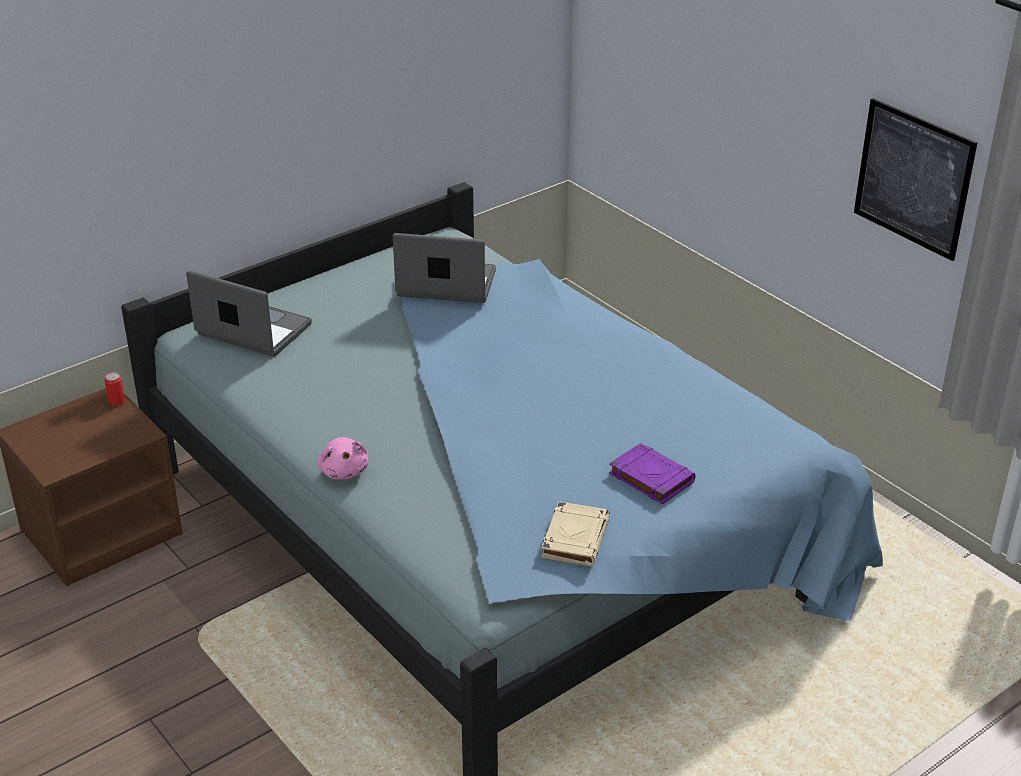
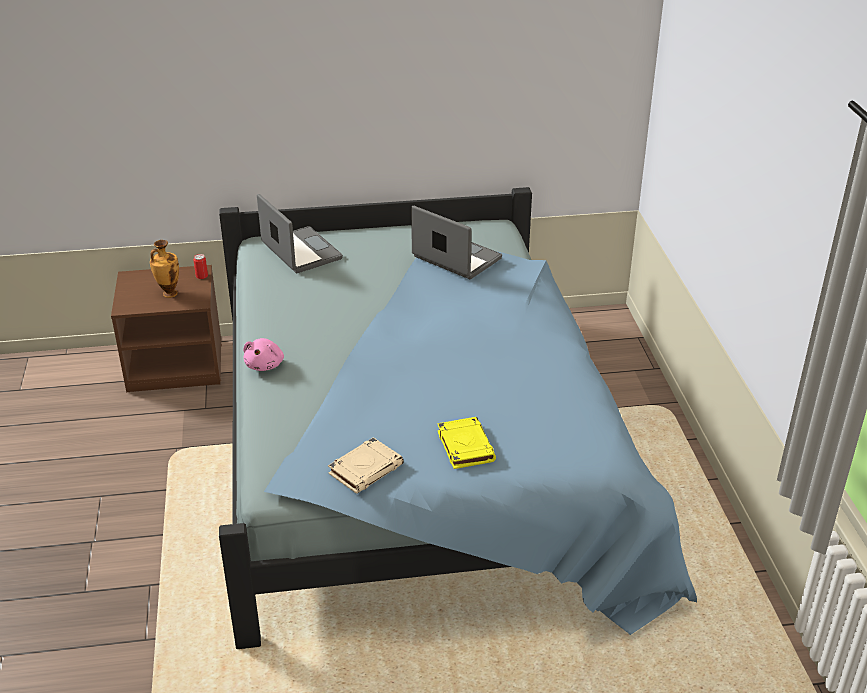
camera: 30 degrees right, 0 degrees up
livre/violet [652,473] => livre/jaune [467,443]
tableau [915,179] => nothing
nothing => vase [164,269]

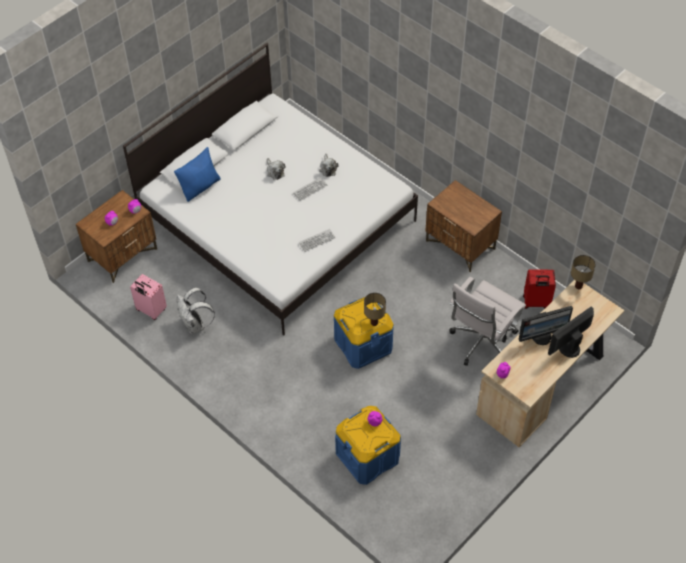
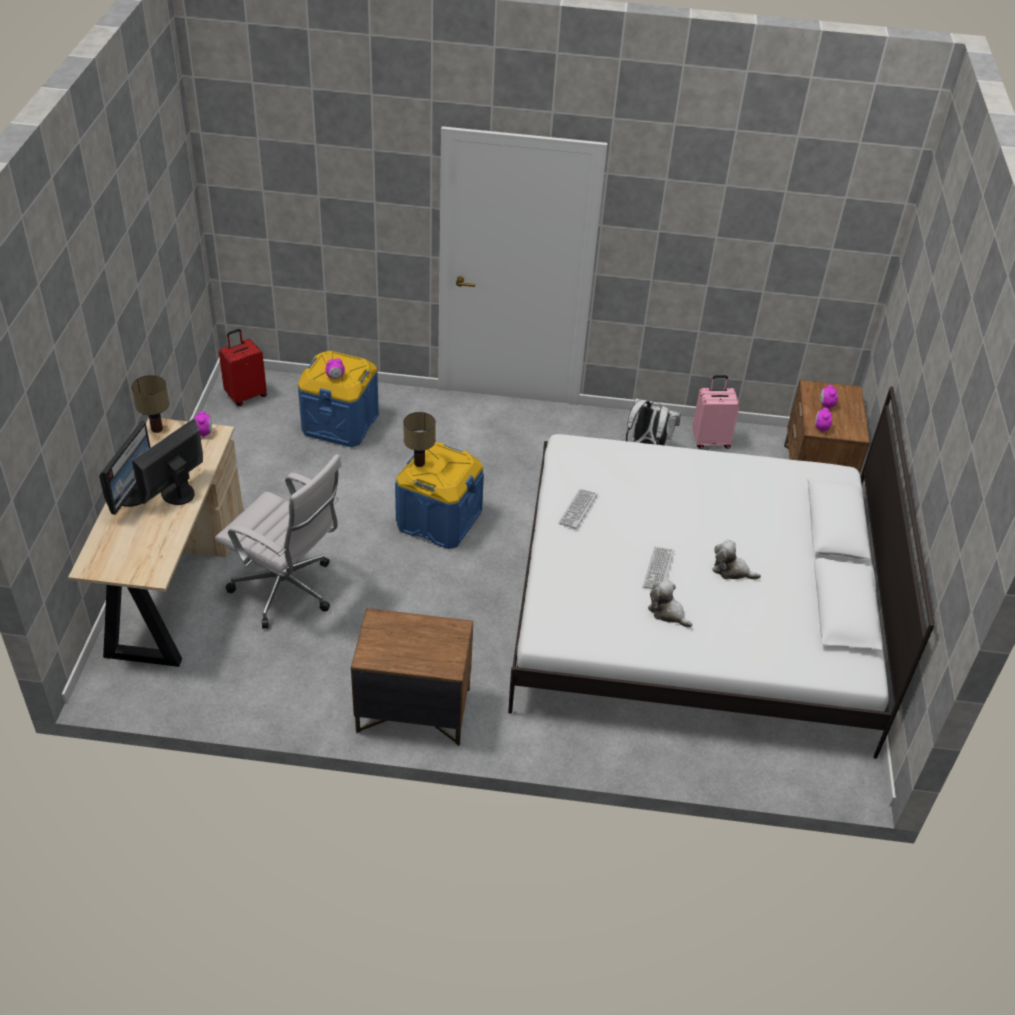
camera: 140 degrees right, 10 degrees down
coussin/bleu [197,174] => nothing
chaise de bureau/blanc [487,321] => chaise de bureau/blanc [278,541], 120 degrees clockwise
valise/rouge [539,289] => valise/rouge [243,367], moved
lampe de table [583,272] => lampe de table [150,404], moved

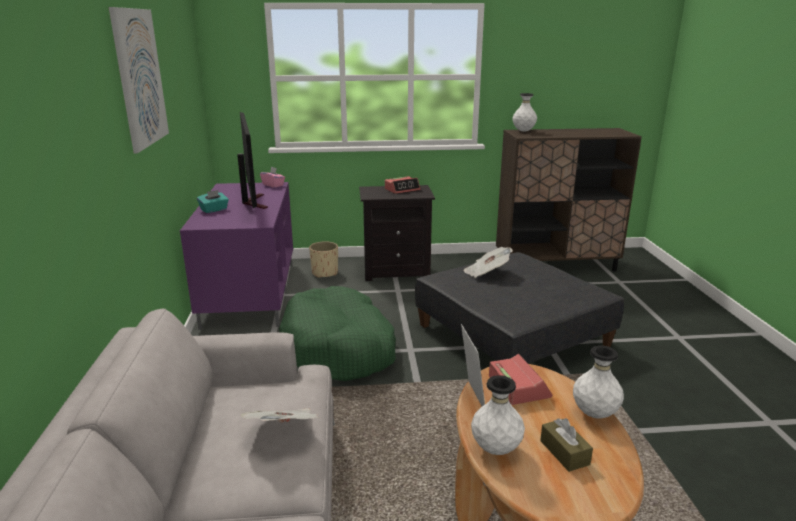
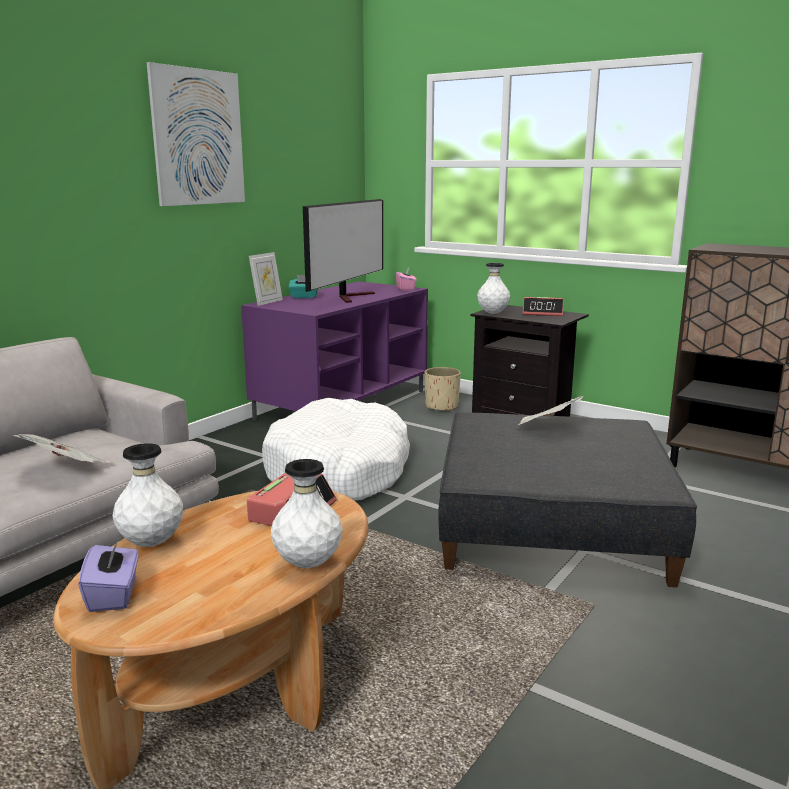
camera: 40 degrees right, 5 degrees down
panier pour chien/vert [337,333] => panier pour chien/blanc [336,449]
cadre photo [473,365] => cadre photo [266,279], moved
vase/blanc [525,112] => vase/blanc [493,288], moved
boîte à mouchoirs/marron [566,445] => nothing
nothing => boîte à mouchoirs/violet [108,575]

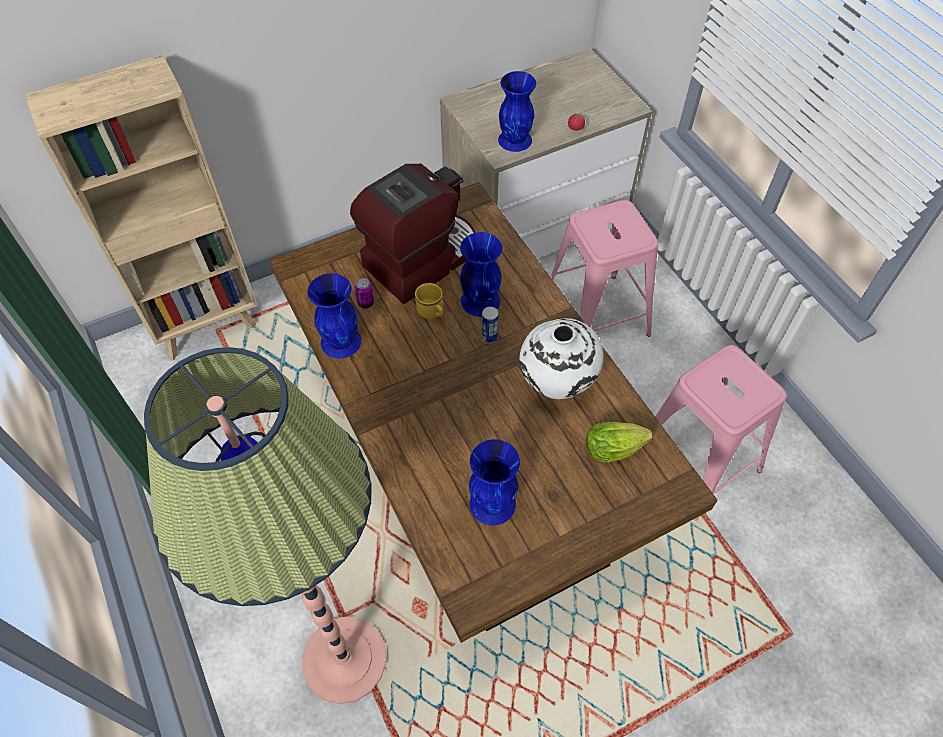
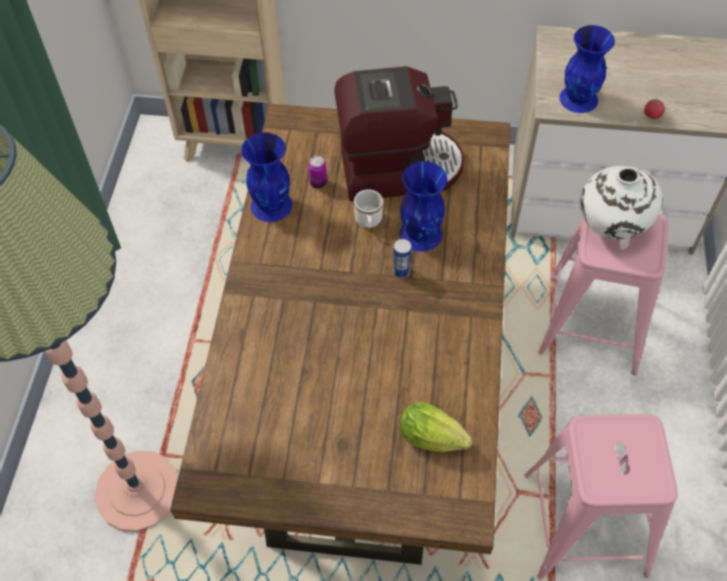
camera: 35 degrees right, 0 degrees up
mug/jaune [429,301] => mug/blanc [368,209]
vase/bleu [494,482] => nothing
vase/blanc [561,358] => vase/blanc [621,202], moved

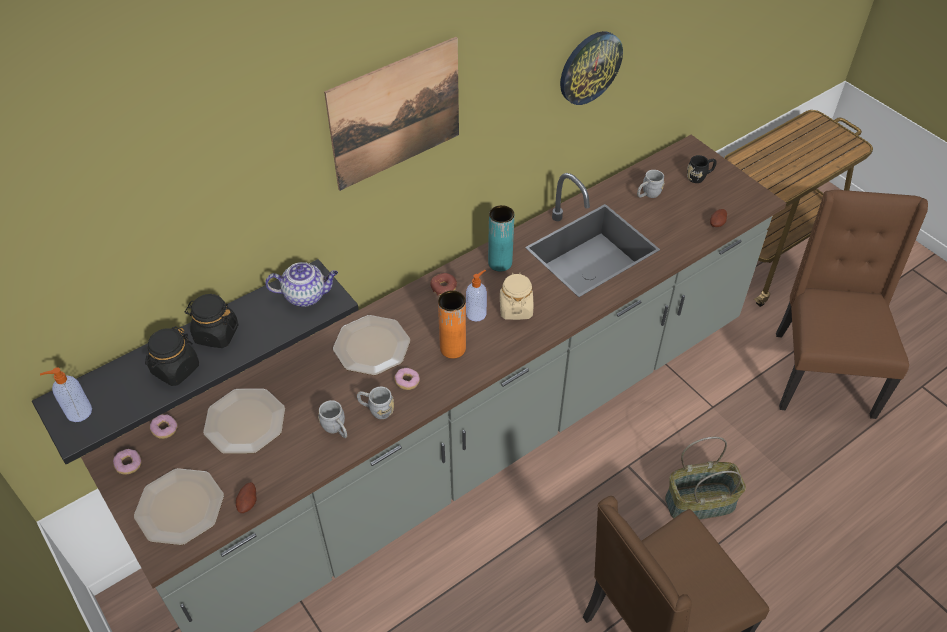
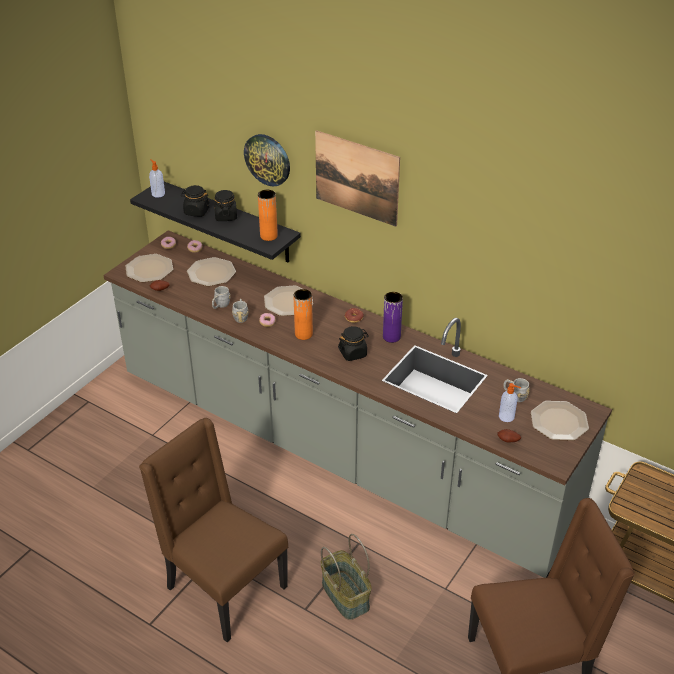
camera: 70 degrees right, 10 degrees down
théière [301,284] => vase/orange [268,215]
distributeur de savon [476,296] => distributeur de savon [510,402], moved
vase/turquoise [501,238] => vase/violet [393,317]
bocal/beige [516,296] => bocal/noir [353,343]
horloge murale [591,68] => horloge murale [267,160], moved
mug/noir [702,169] => assiette [560,421]

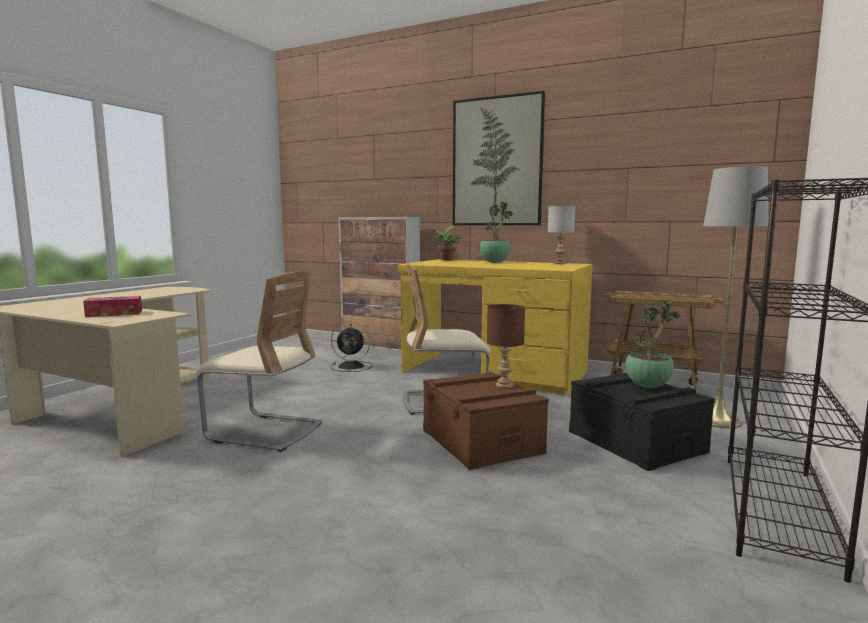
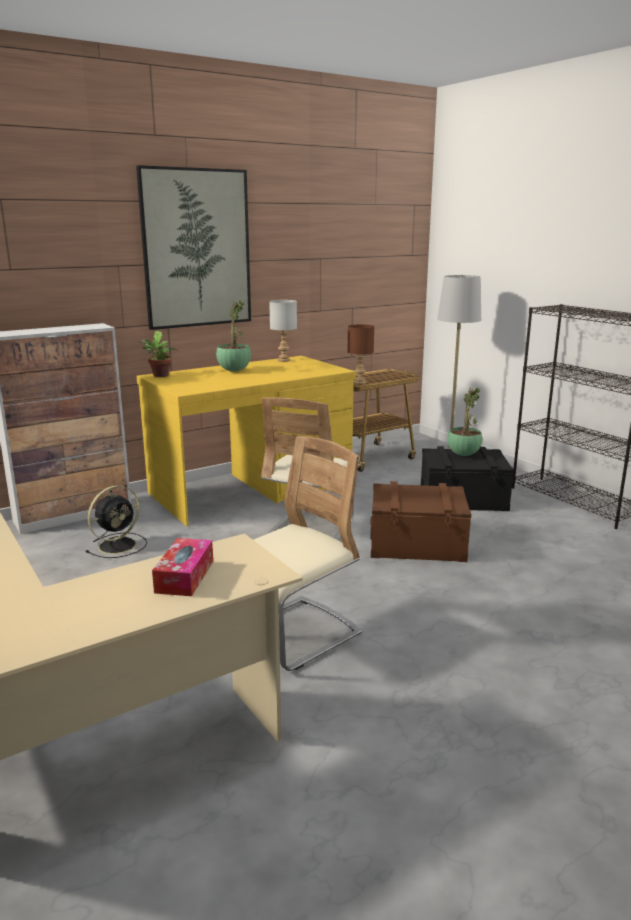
camera: 60 degrees left, 10 degrees up
lampe de table/marron [506,346] => lampe de table/marron [361,354], moved

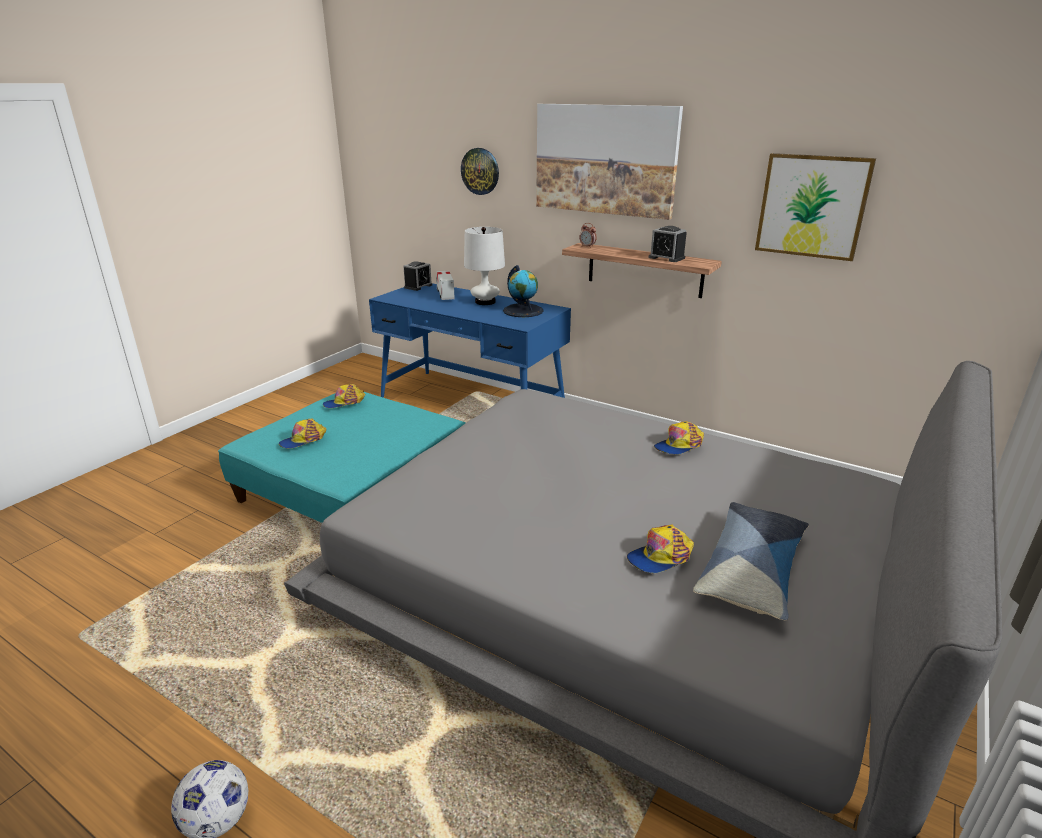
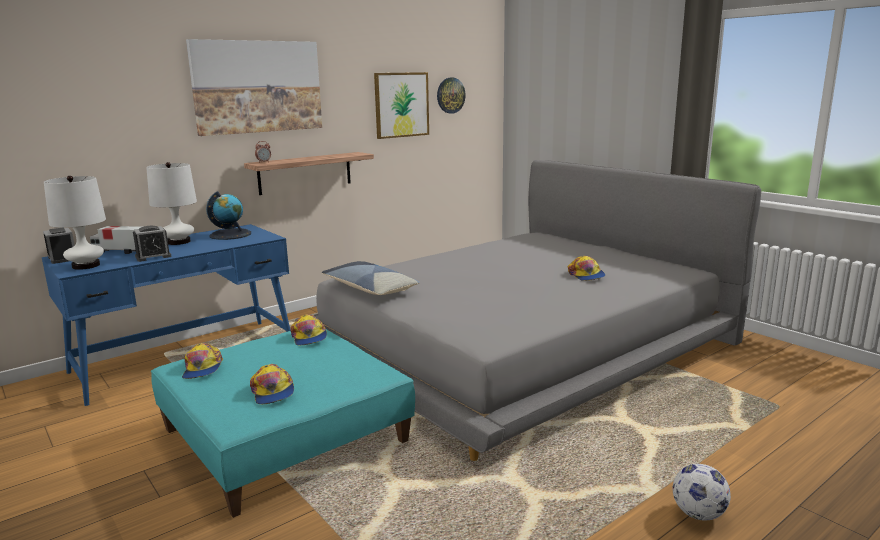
camera: 70 degrees left, 10 degrees down
horloge murale [480,171] => horloge murale [451,96], moved
réveil [668,244] => réveil [152,244], moved
casquette [679,438] => casquette [309,329], moved
coussin [751,561] => coussin [371,278], moved
nothing => lampe de table/blanc [75,223]

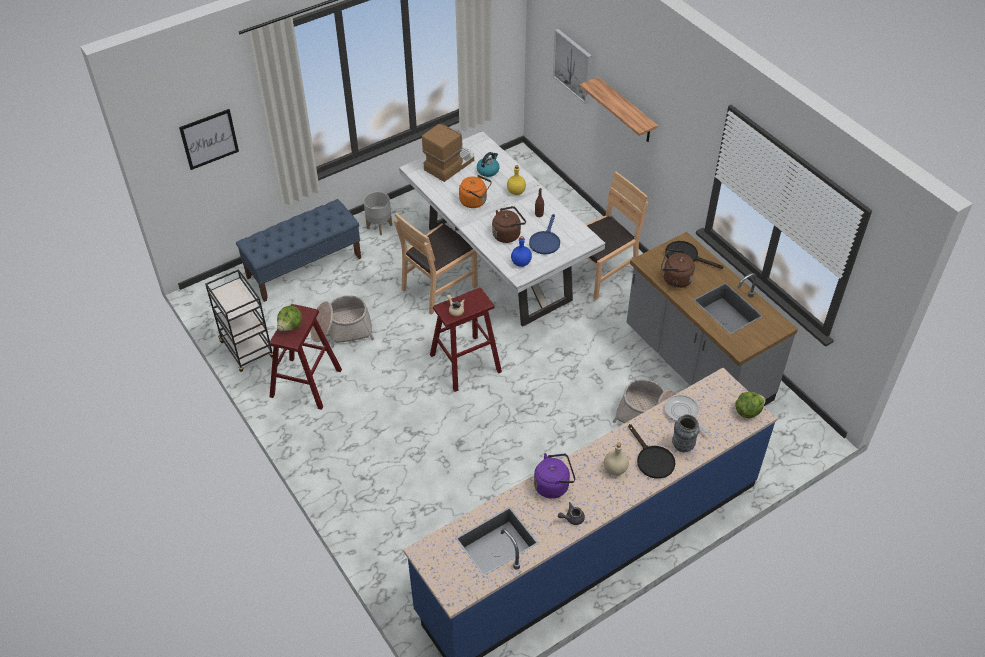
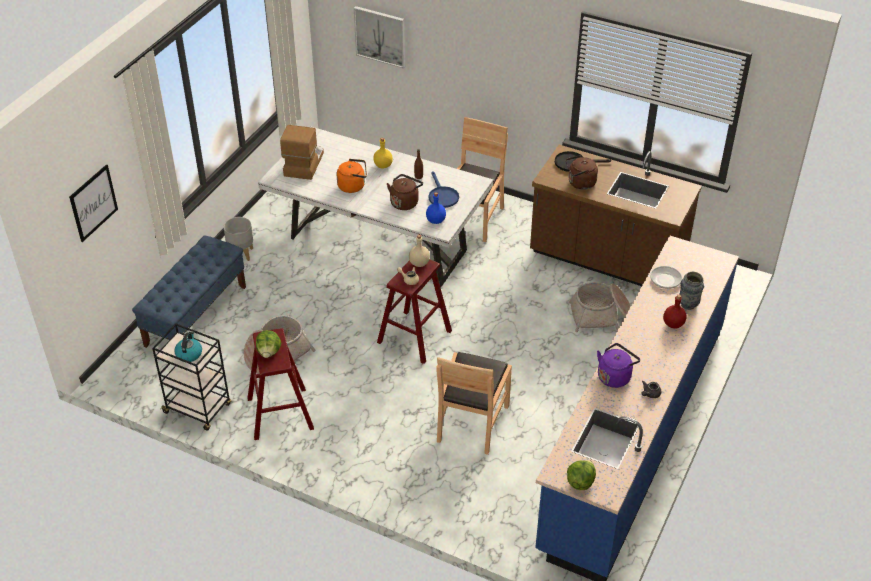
camera: 30 degrees left, 5 degrees down
chaise/marron [436,263] => chaise/marron [474,403], moved
bouilloire [488,164] => bouilloire [188,346], moved
étagère [619,109] => nothing
bouteille/beige [616,459] => bouteille/beige [419,251], moved
comptoir de cuisine/gris [712,319] => comptoir de cuisine/marron [616,215]
poêle/noir [652,451] => bouteille/rouge [675,311]
laitue [750,405] => laitue [581,475], moved

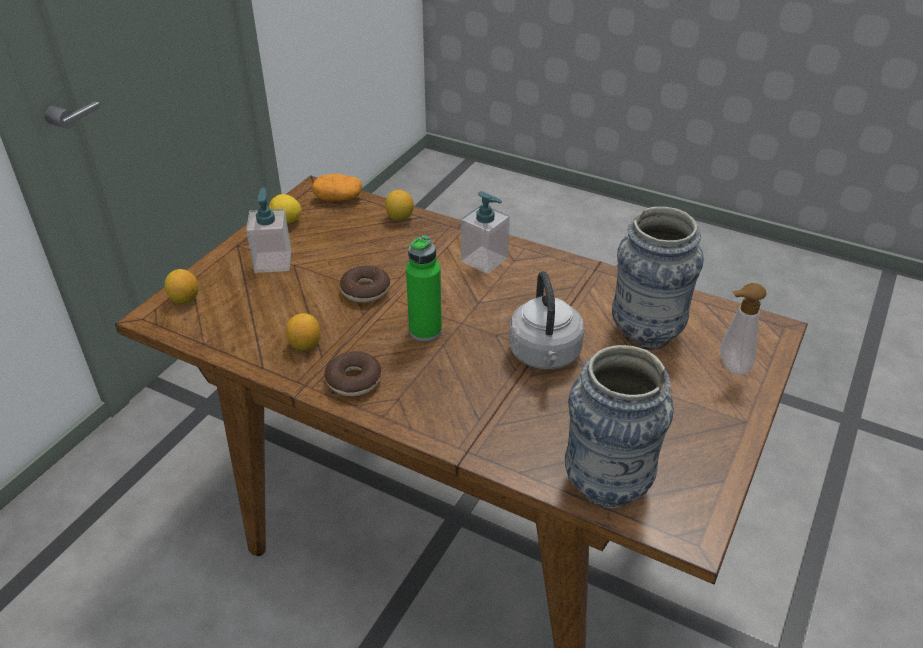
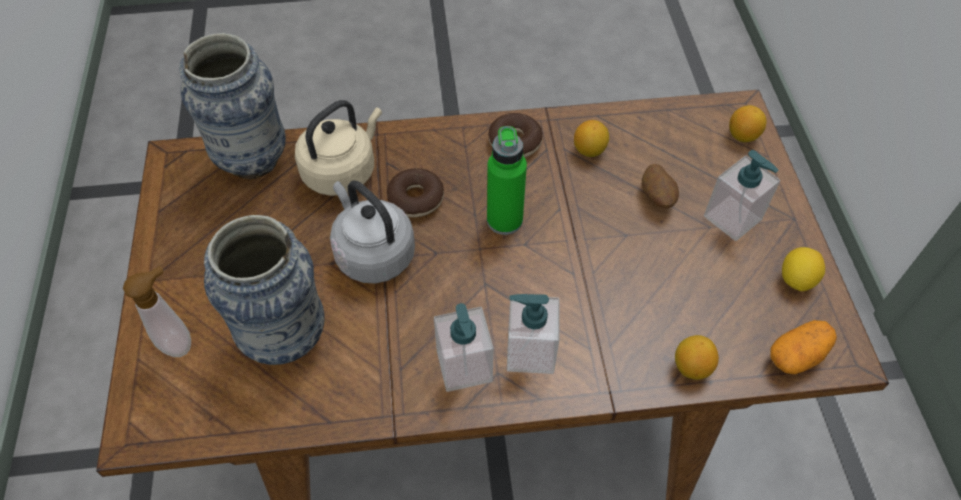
camera: 145 degrees right, 15 degrees up
beignet [365,284] => beignet [415,193], moved
nothing => bouilloire/beige [338,148]
nothing => distributeur de savon [464,347]
nothing => pomme de terre [660,186]

